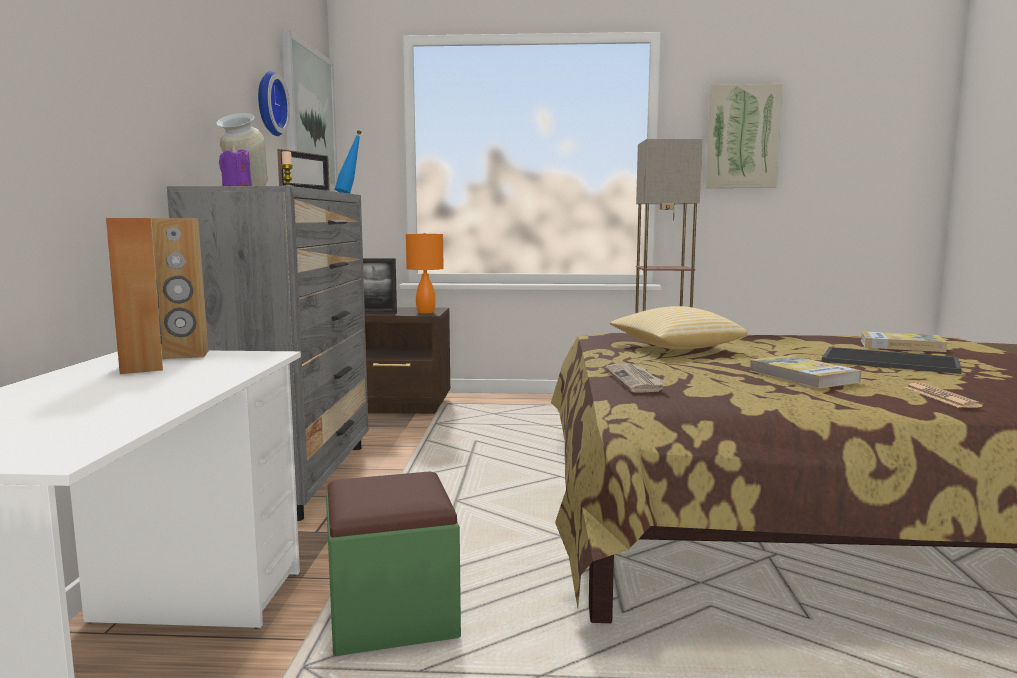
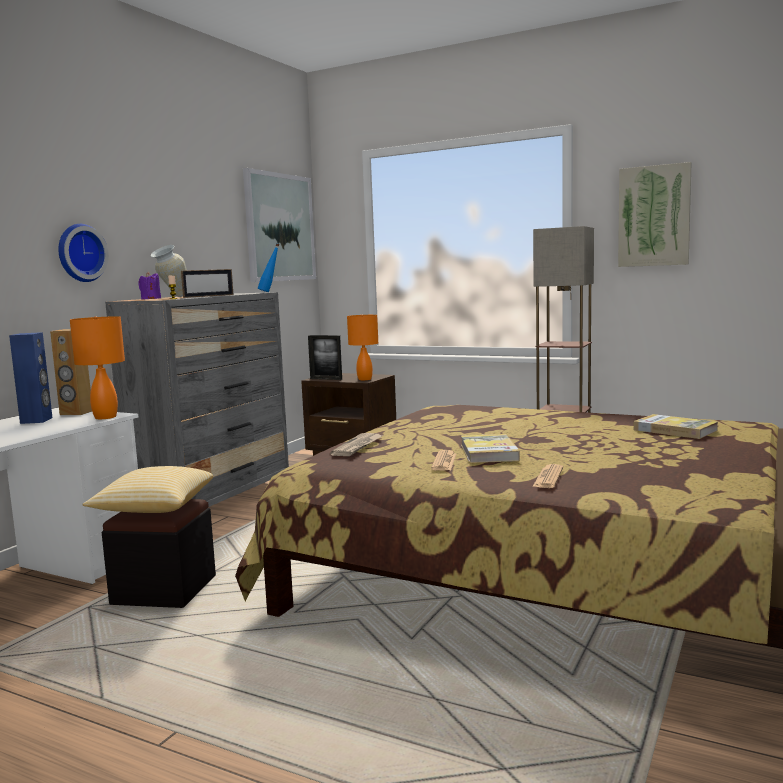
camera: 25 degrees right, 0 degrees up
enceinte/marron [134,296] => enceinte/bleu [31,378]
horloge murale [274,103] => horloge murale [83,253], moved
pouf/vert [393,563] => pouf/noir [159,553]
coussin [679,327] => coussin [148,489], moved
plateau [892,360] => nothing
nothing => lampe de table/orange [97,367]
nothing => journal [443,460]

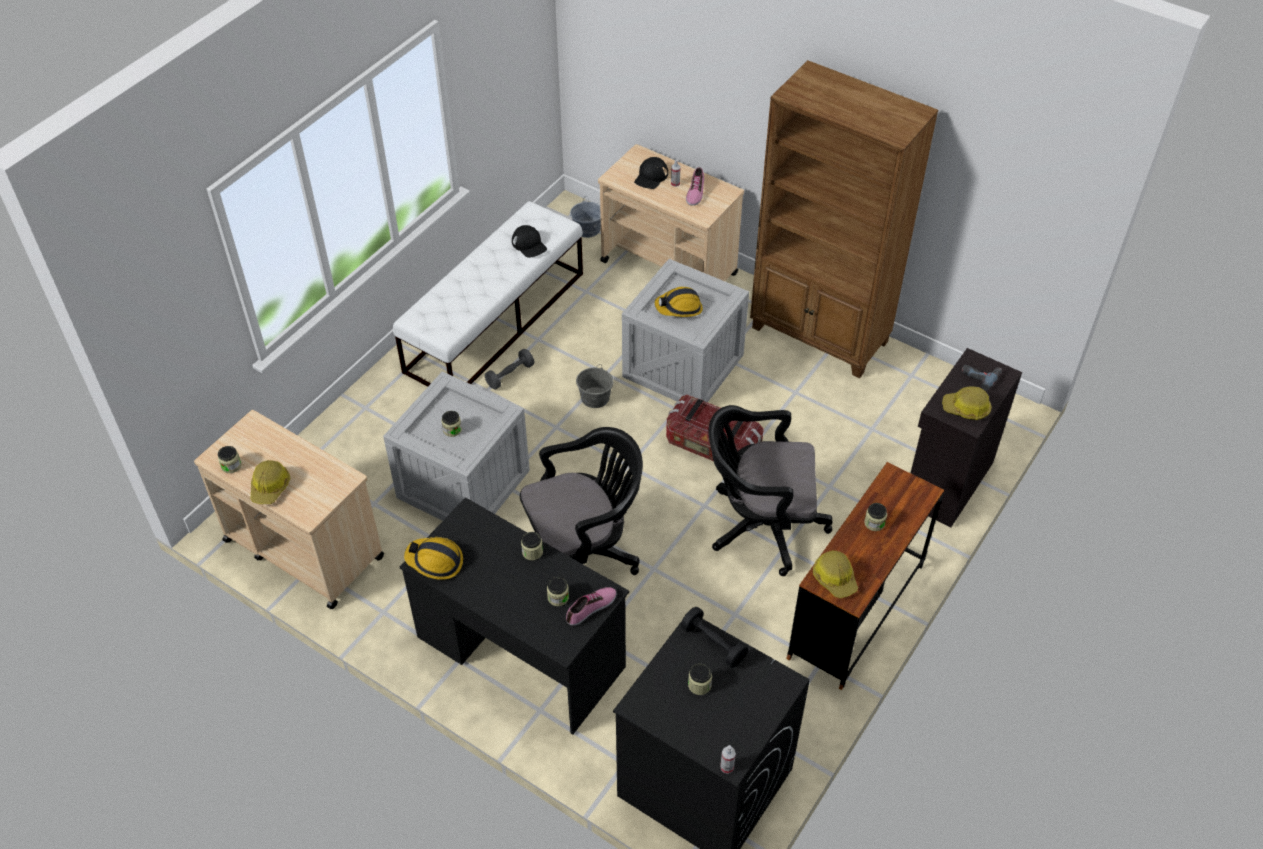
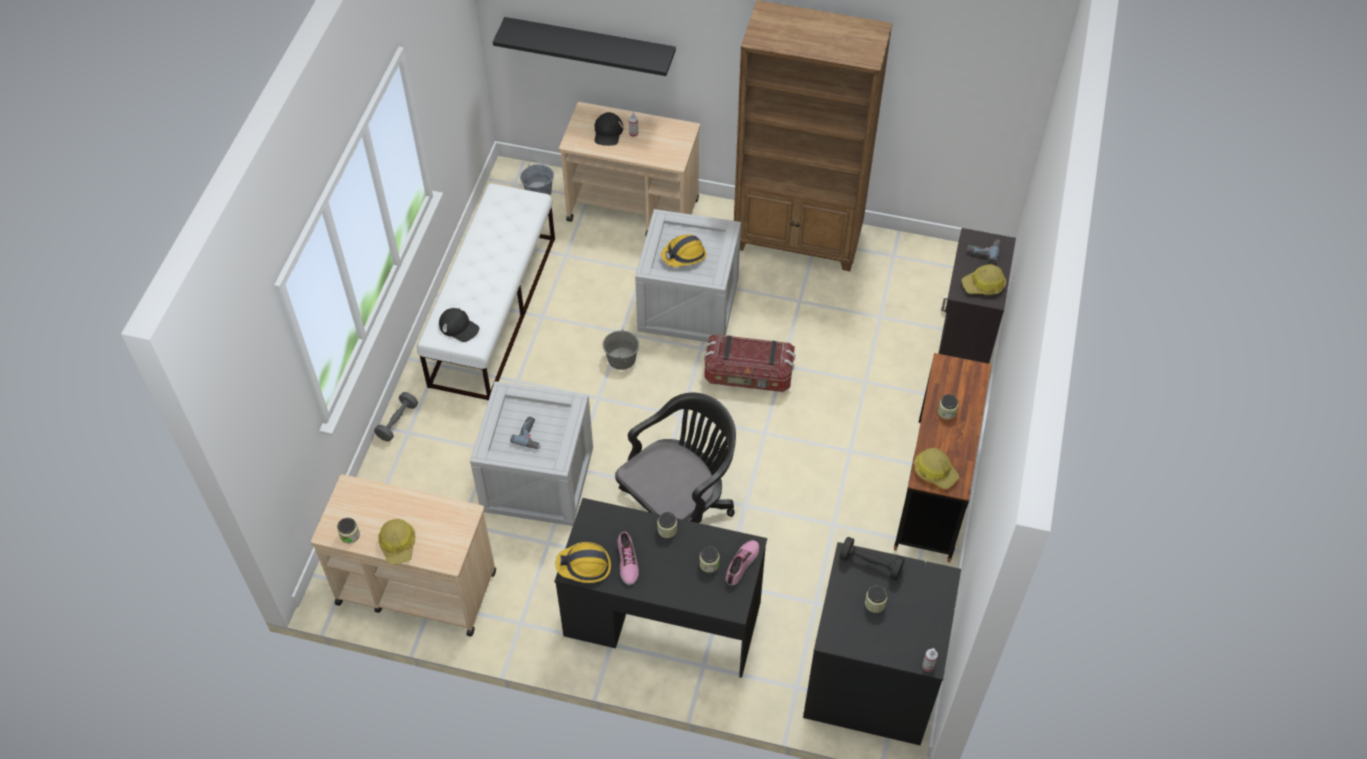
camera: 20 degrees left, 5 degrees up
bocal [451,424] => perceuse [525,432]
haltère/gris [510,369] => haltère/gris [396,417], moved
casquette/noir [529,241] => casquette/noir [459,325], moved
chaussure [695,186] => chaussure [628,558], moved
chaise de bureau/noir [770,490] => nothing
nothing => étagère/noir [584,46]

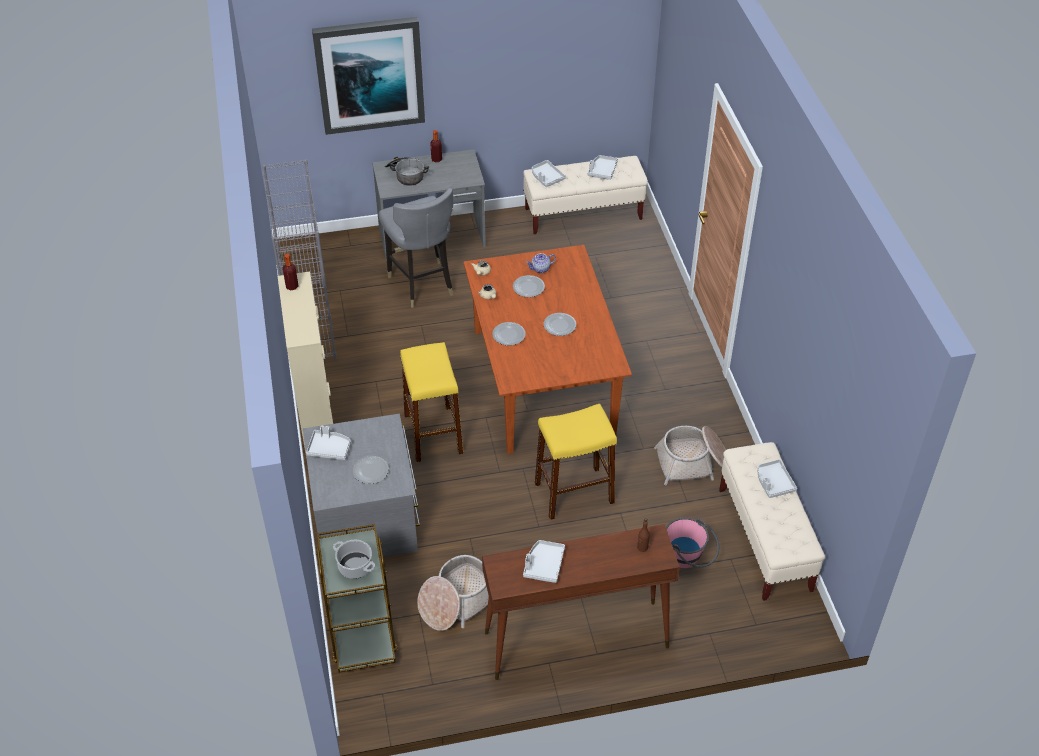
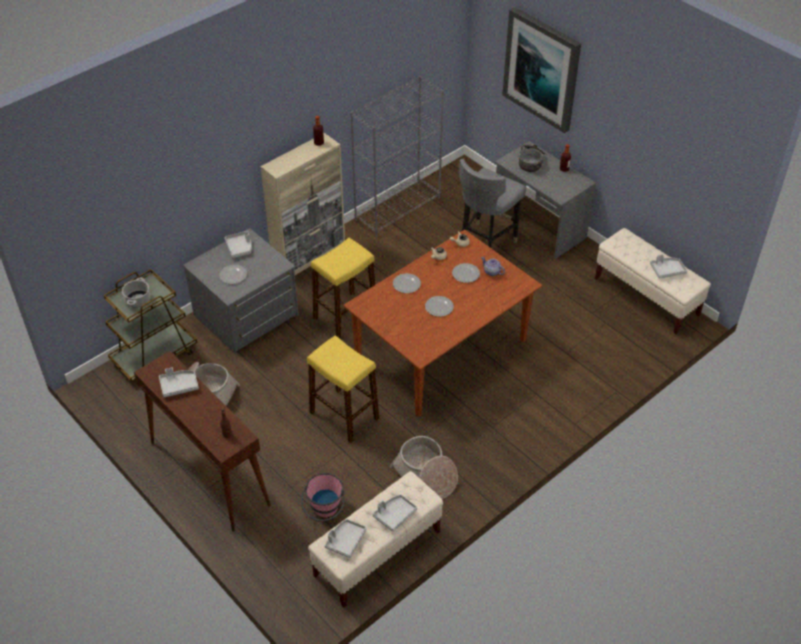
camera: 60 degrees right, 0 degrees up
plateau/gris [549,173] => plateau/gris [346,538], moved

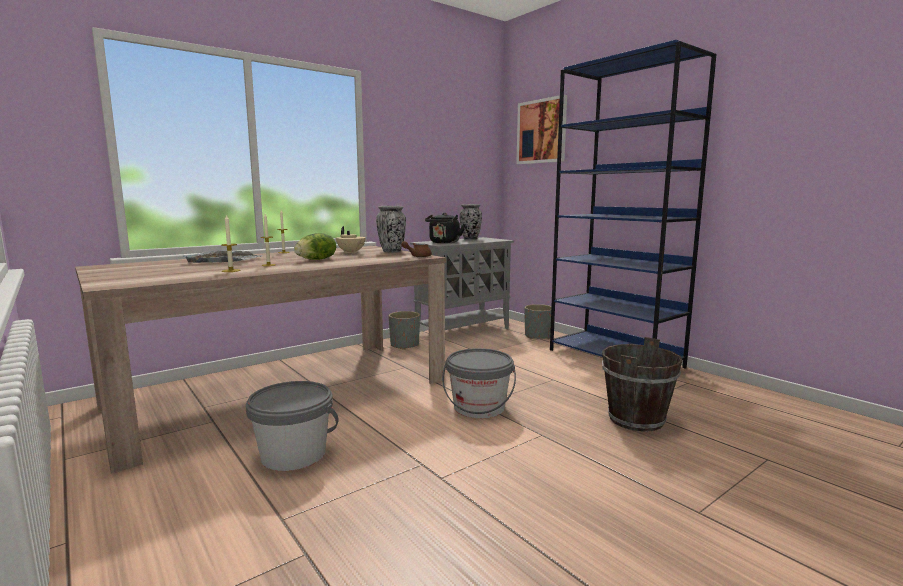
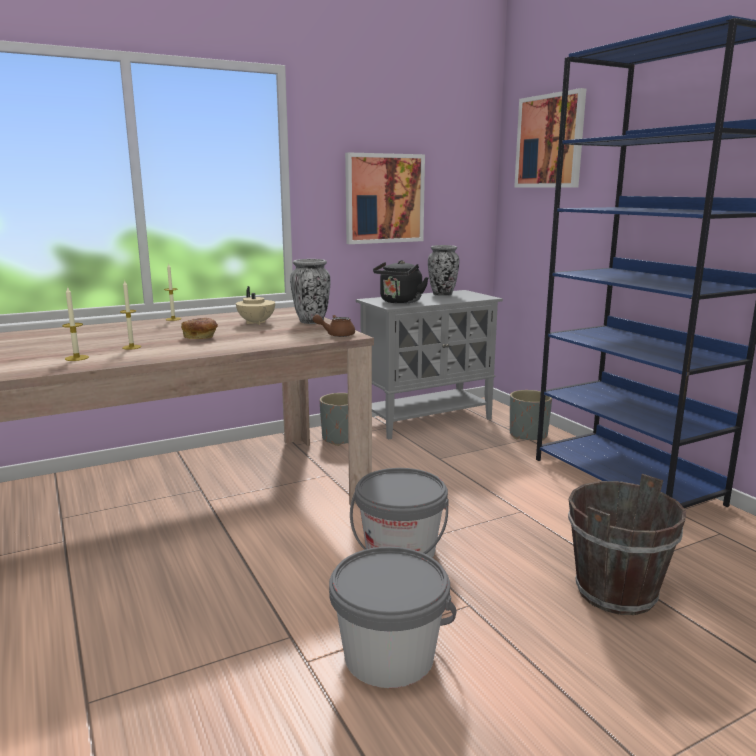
camera: 10 degrees right, 5 degrees up
plateau/gris [223,257] => nothing
seau/gris [292,426] => seau/gris [393,617], moved
laitue [315,246] => pain [199,328]
nothing => tableau [385,198]

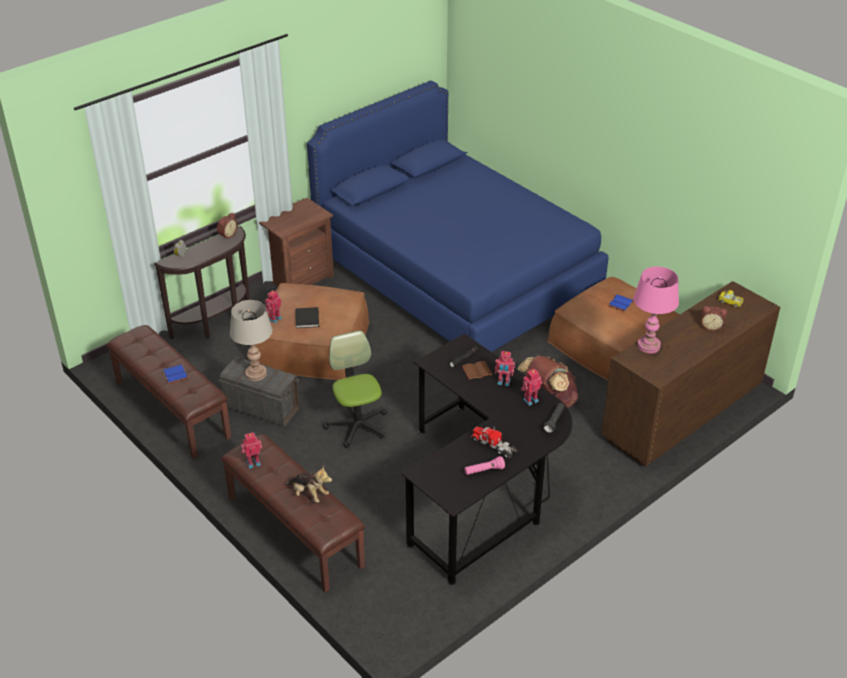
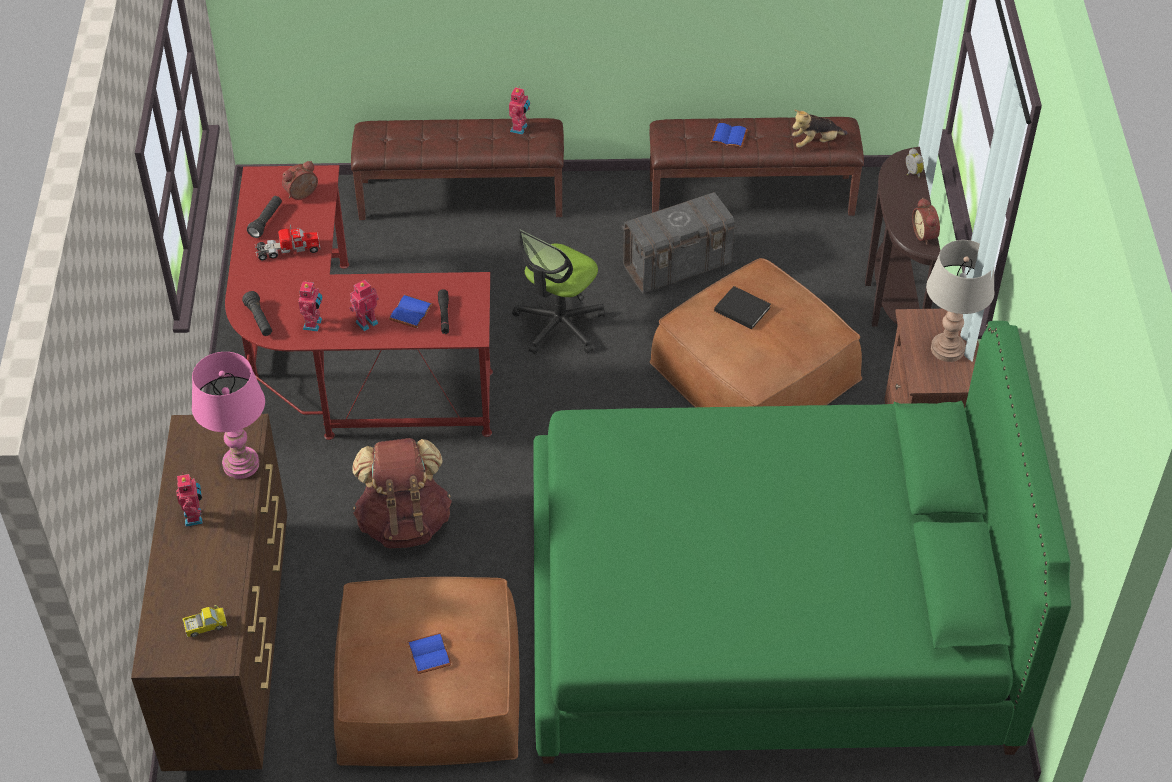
camera: 130 degrees right, 10 degrees up
lampe de table/gris [251,340] => lampe de table/gris [960,301], moved
robot jouet [273,306] => robot jouet [189,500], moved
peluche [308,483] => peluche [820,129], moved
lit/bleu [458,216] => lit/vert [802,542]
chaise de bureau [355,389] => chaise de bureau [558,291], 105 degrees clockwise
bureau/noir [487,459] => bureau/rouge [359,302]
livre/marron [477,370] => livre/bleu [411,311]
lampe de poche/rose [485,465] => lampe de poche/noir [264,217]
réveil [714,318] => réveil [300,180], moved

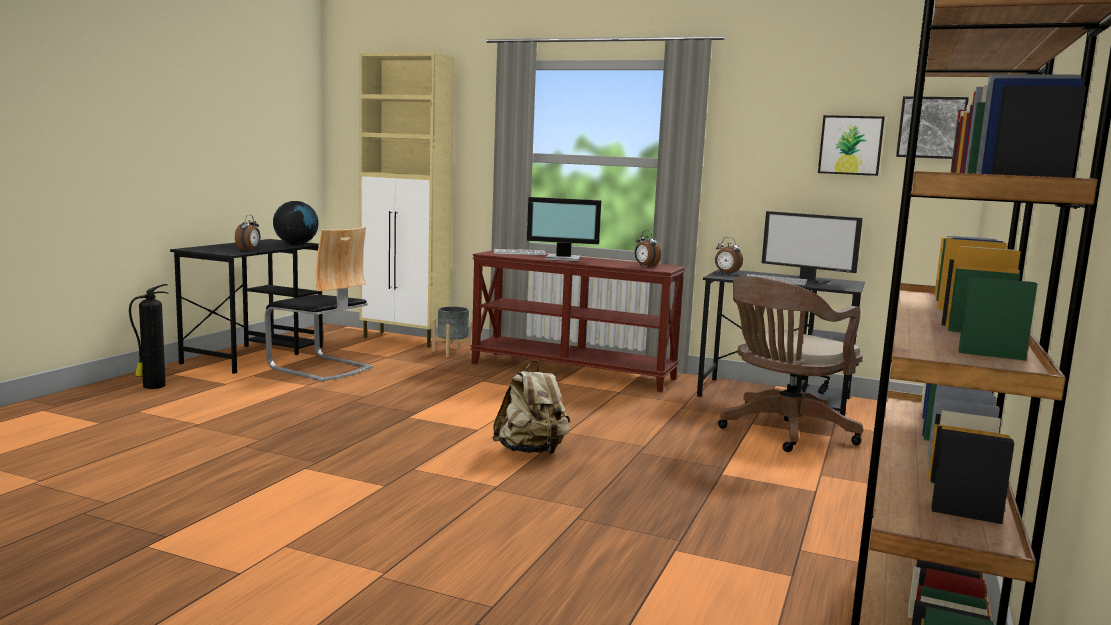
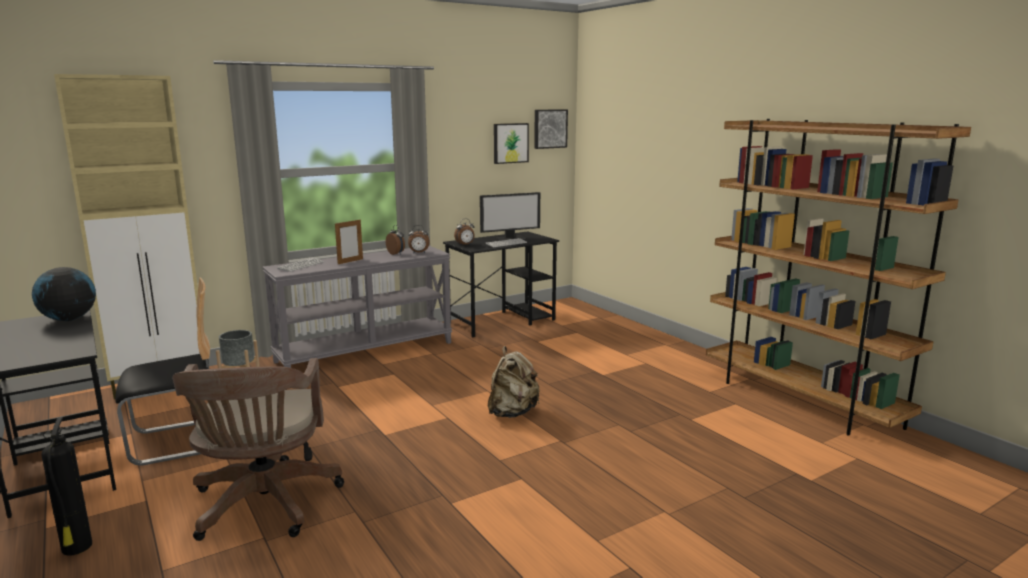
camera: 55 degrees left, 5 degrees up
réveil [247,232] => réveil [395,240], moved
table console/marron [578,321] => table console/gris [357,307]
écran d'ordinateur [564,229] => cadre photo [349,242]
chaise de bureau/marron [790,364] => chaise de bureau/marron [258,449], moved

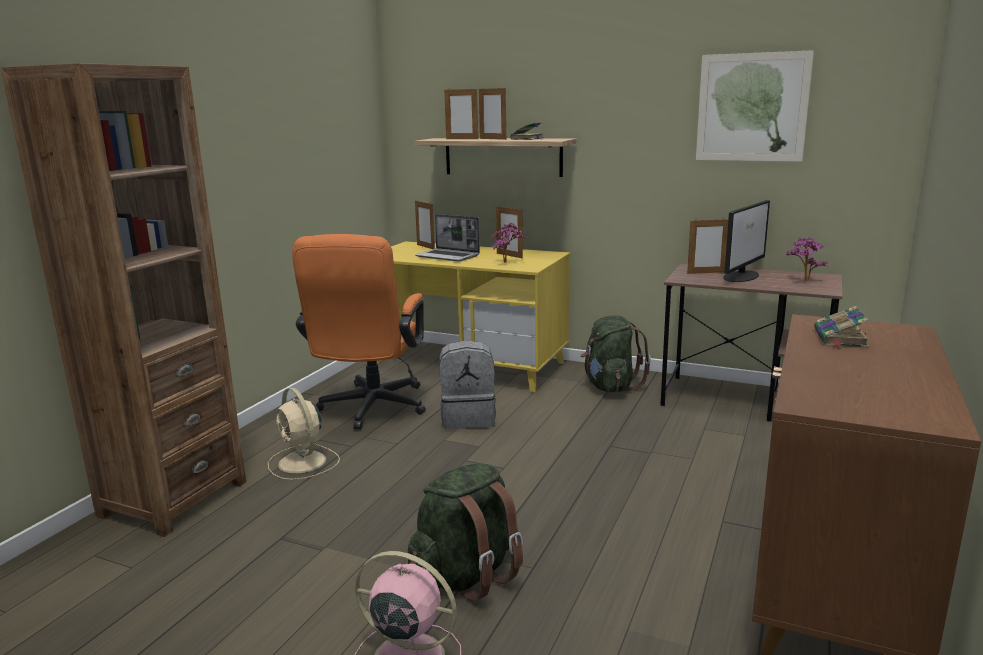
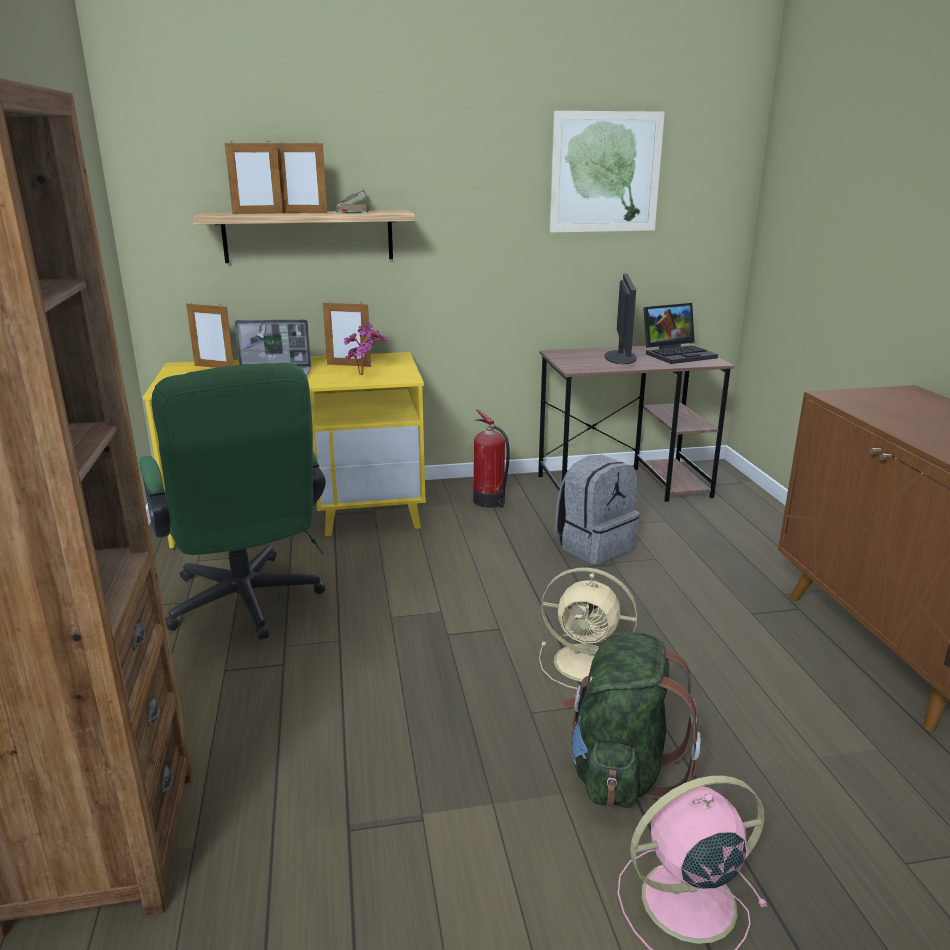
camera: 35 degrees left, 5 degrees up
ventilateur/beige [304,433] => ventilateur/beige [588,628], moved
chaise de bureau/orange [359,332] => chaise de bureau/vert [232,501]
sac à dos/gris [467,384] => sac à dos/gris [597,509], moved
sac à dos/vert [615,353] => extincteur [491,458]
cadre photo [707,245] => nothing
plante en pot [807,259] => ordinateur portable [680,333]
livre [842,326] => nothing

